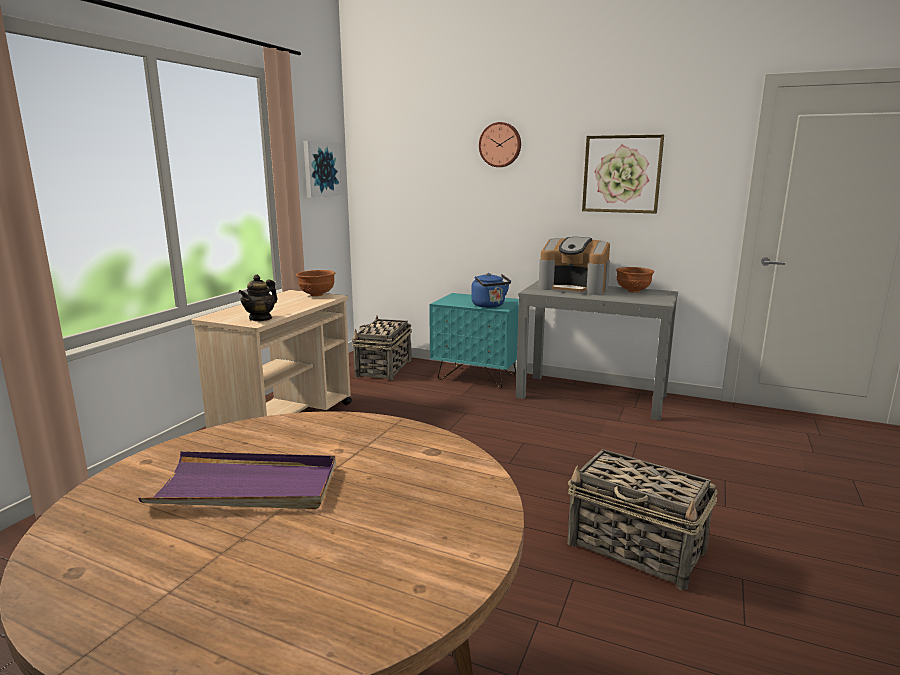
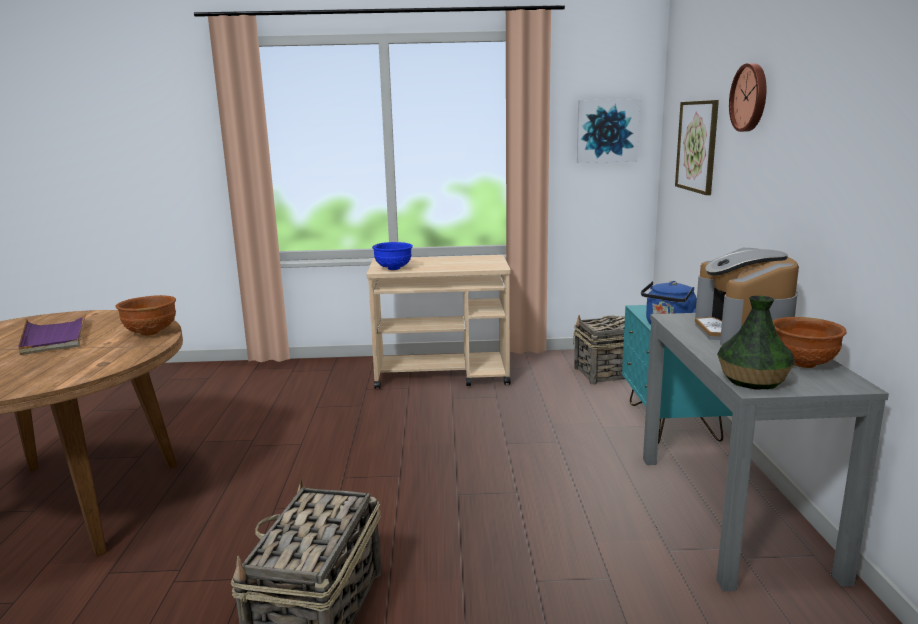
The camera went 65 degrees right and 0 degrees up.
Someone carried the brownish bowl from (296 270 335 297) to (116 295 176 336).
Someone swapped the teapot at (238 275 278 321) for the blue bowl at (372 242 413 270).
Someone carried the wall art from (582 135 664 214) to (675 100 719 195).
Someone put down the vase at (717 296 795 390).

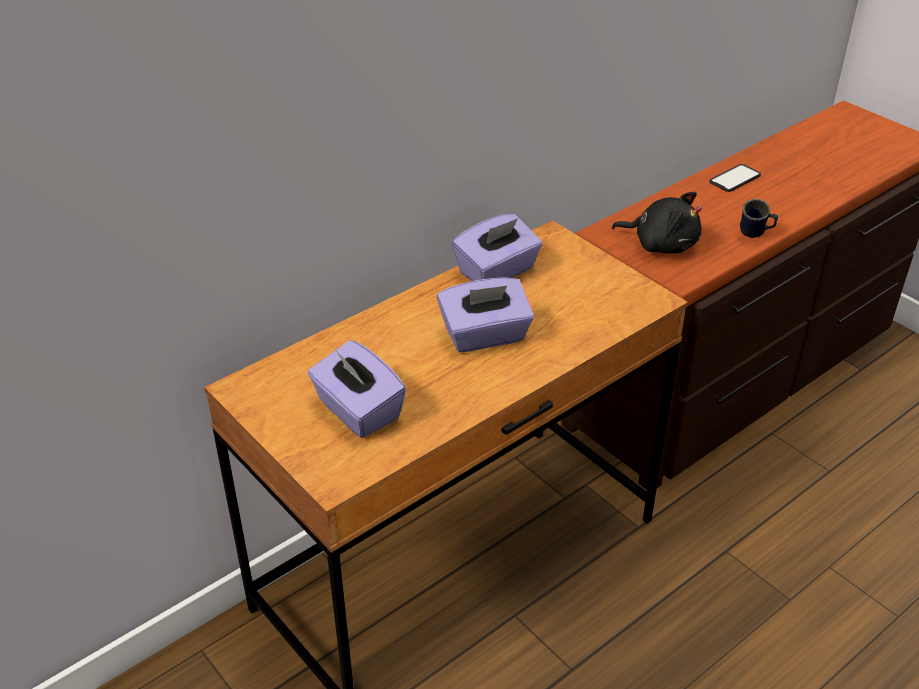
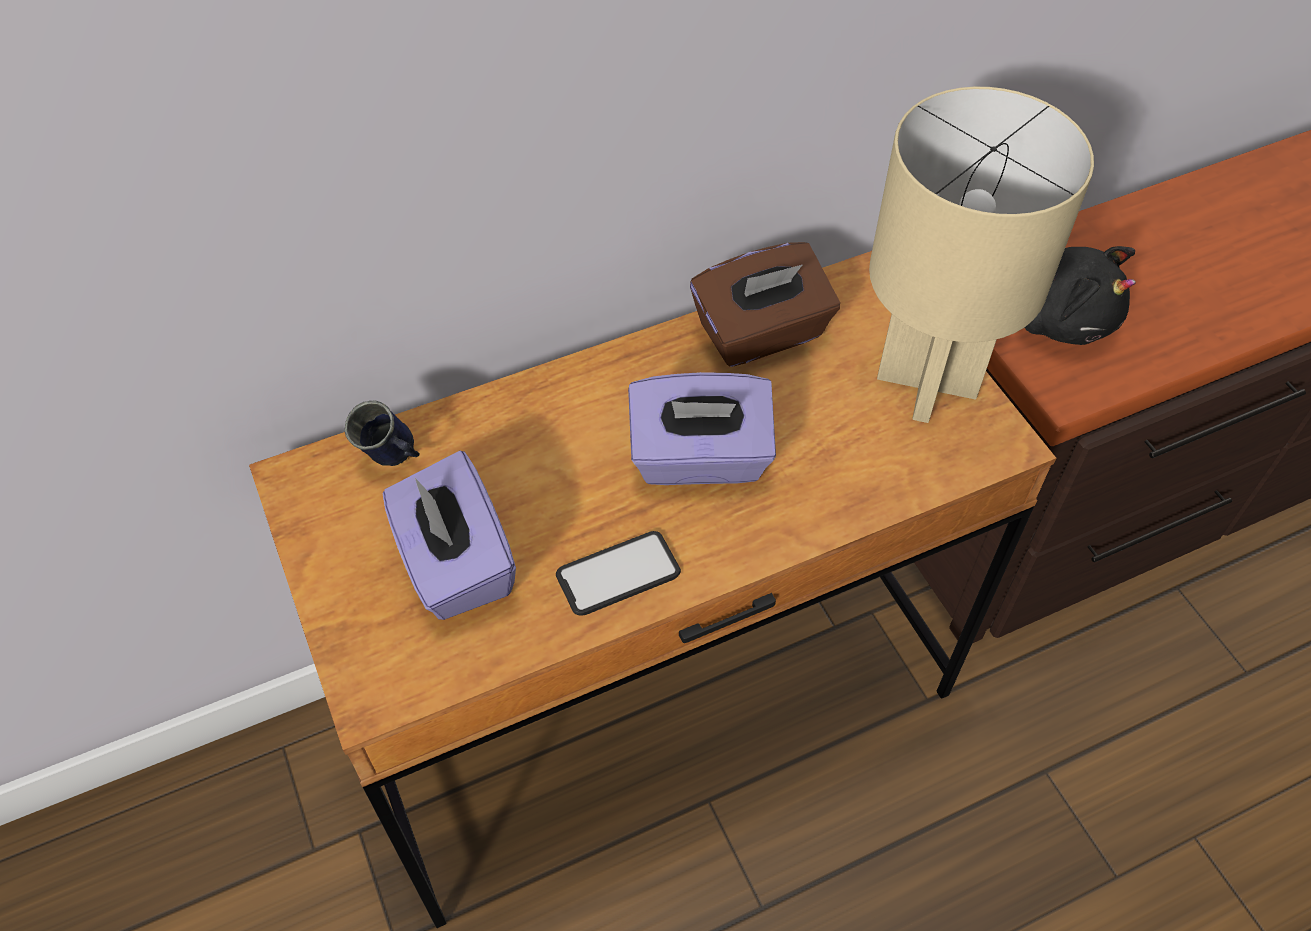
The camera went 15 degrees right and 15 degrees up.
Someone carried the blue tea mug from (740 199 778 238) to (344 401 420 466).
Someone carried the handset from (709 164 761 192) to (556 531 681 615).
Someone repainted the purplish box of tissues at (452 214 543 281), which became the brownish box of tissues at (690 242 840 367).
Someone put down the beige tabletop lamp at (869 87 1094 423).

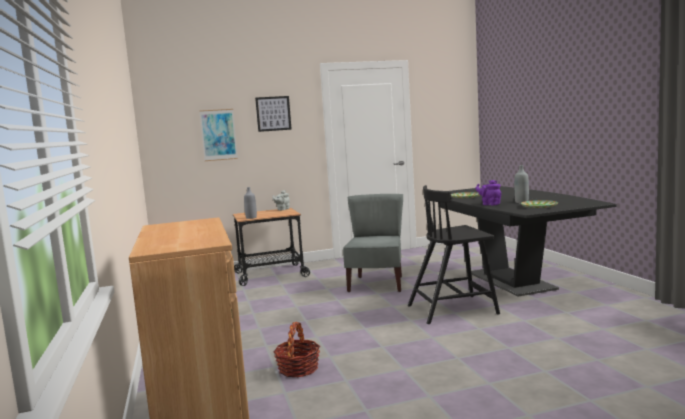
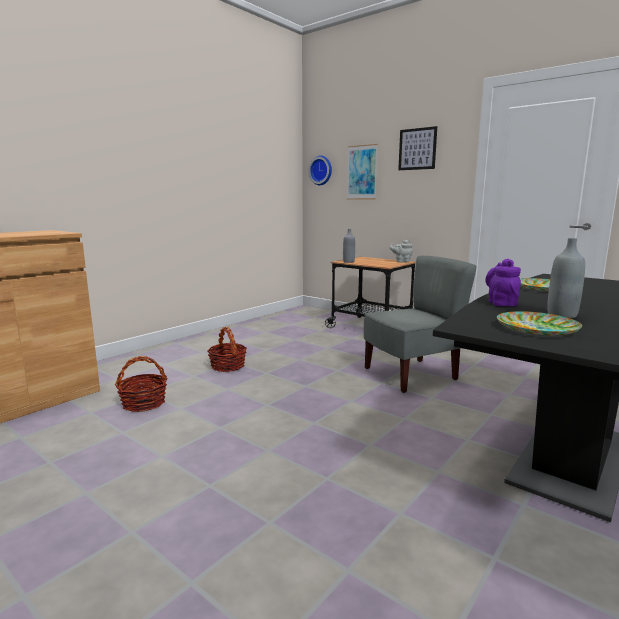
The camera went 55 degrees right and 5 degrees up.
Someone put down the household basket at (207 327 247 372).
Someone put up the hanging clock at (308 155 332 185).
Someone took away the black-coloured plain chair at (408 185 500 324).

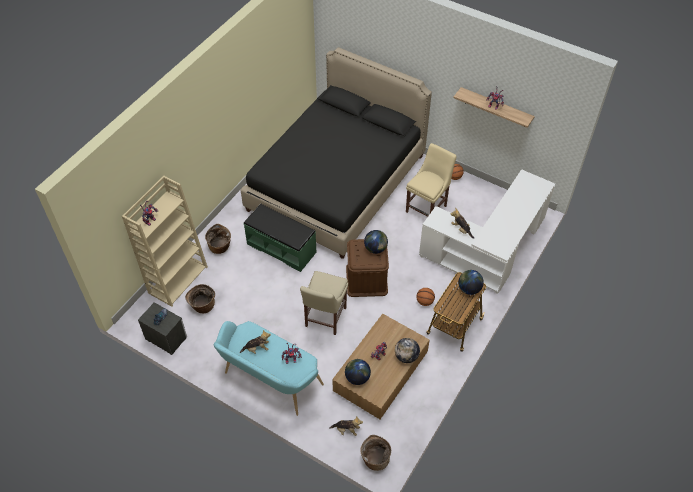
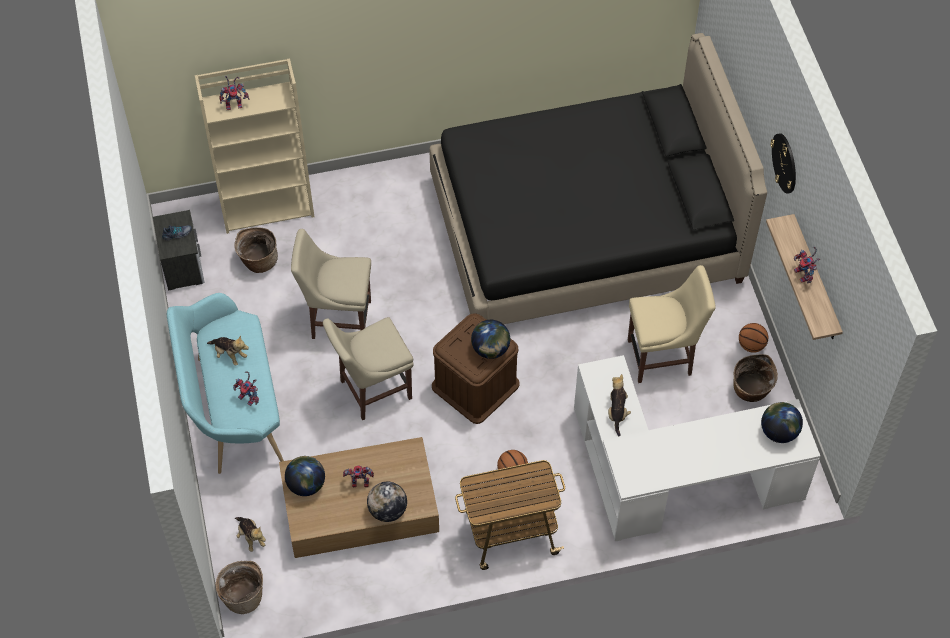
The camera went 45 degrees right and 5 degrees up.
Someone put down the beige plain chair at (291 229 371 339).
Someone carried the household basket from (205 224 231 254) to (733 354 778 402).
Someone carried the world globe from (458 270 484 295) to (761 402 803 443).
Someone put up the hanging clock at (770 133 796 194).
Someone took away the greenish long seat at (244 204 316 272).

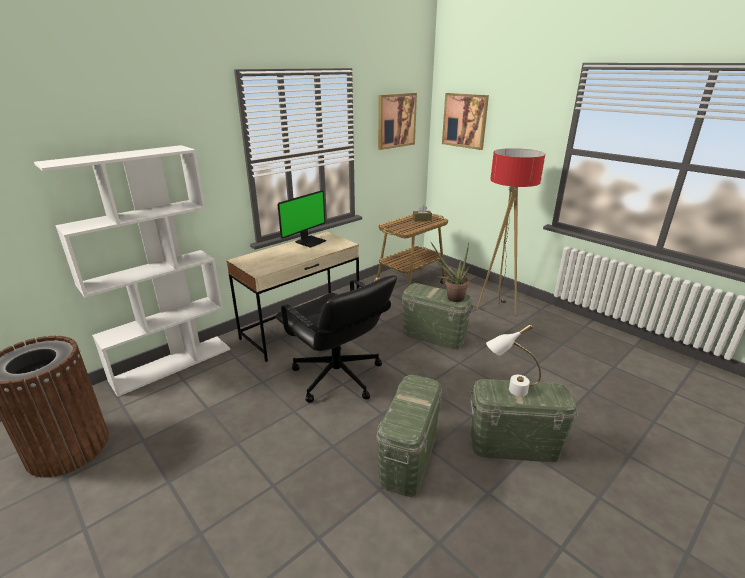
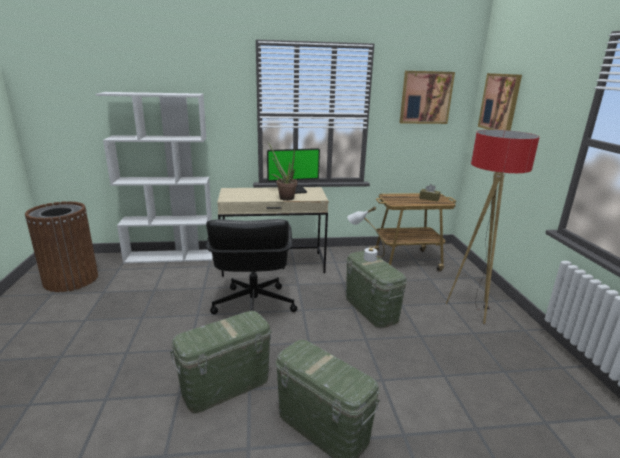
The camera went 35 degrees right and 5 degrees down.
Someone carried the potted plant from (431 242 470 302) to (268 142 297 201).
Someone carried the white tabletop lamp from (486 324 541 397) to (347 206 385 262).

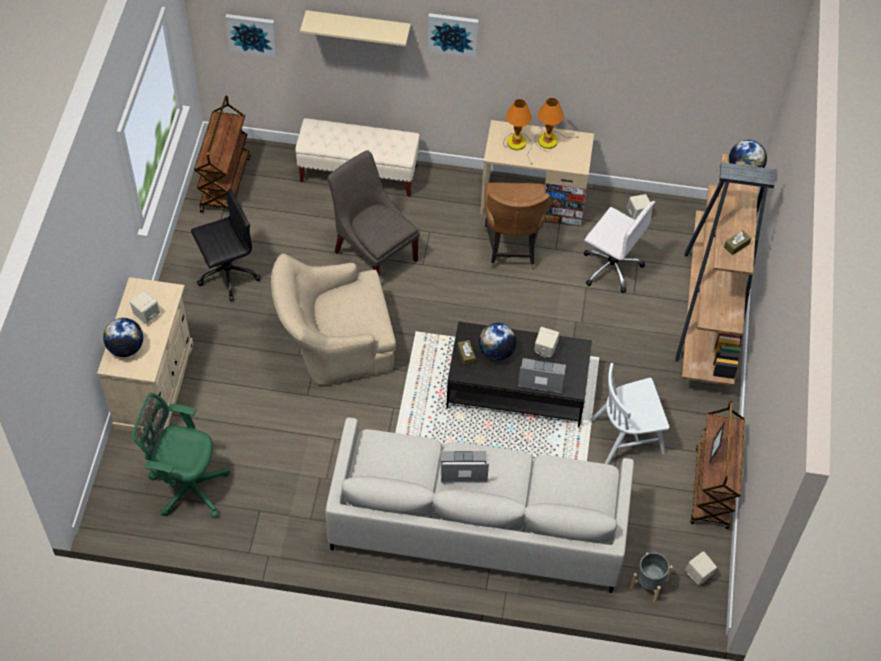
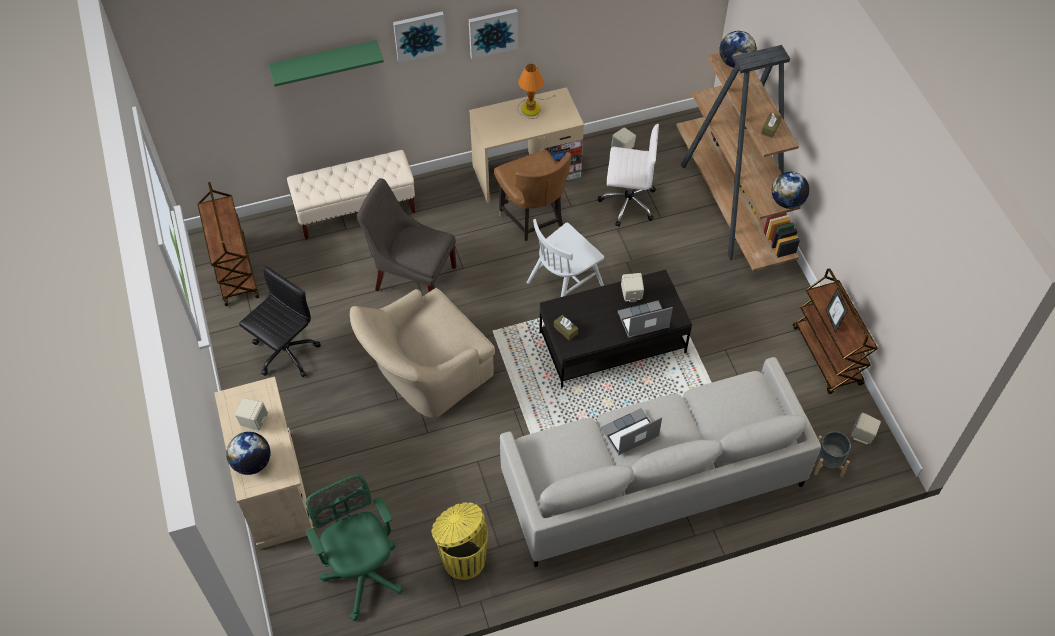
The camera went 25 degrees left and 0 degrees up.
Someone repainted the beige shelf at (300 10 411 46), which became the greenish shelf at (268 40 384 87).
Someone rotated the greenish office chair at (132 393 230 518) by 75 degrees clockwise.
Someone put down the yellowish rubbish bin at (432 502 488 580).
Someone carried the wall art from (226 14 277 58) to (469 9 518 59).
Someone carried the white plain chair from (590 363 669 464) to (527 219 604 297).
Someone carried the world globe from (479 323 517 360) to (772 172 809 209).
Someone took away the tabletop lamp at (503 99 533 165).

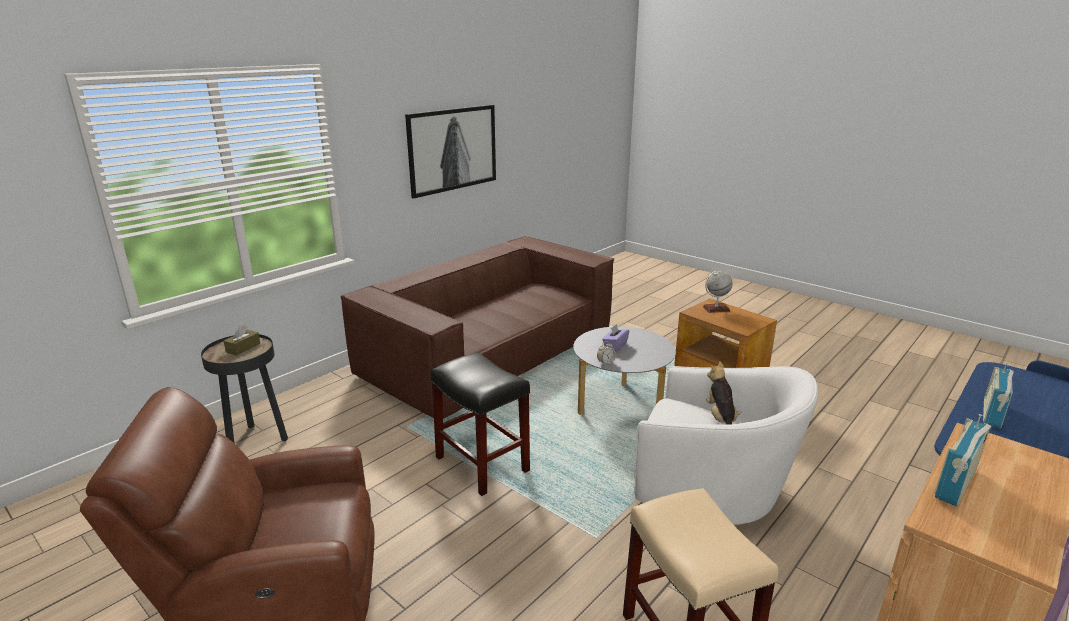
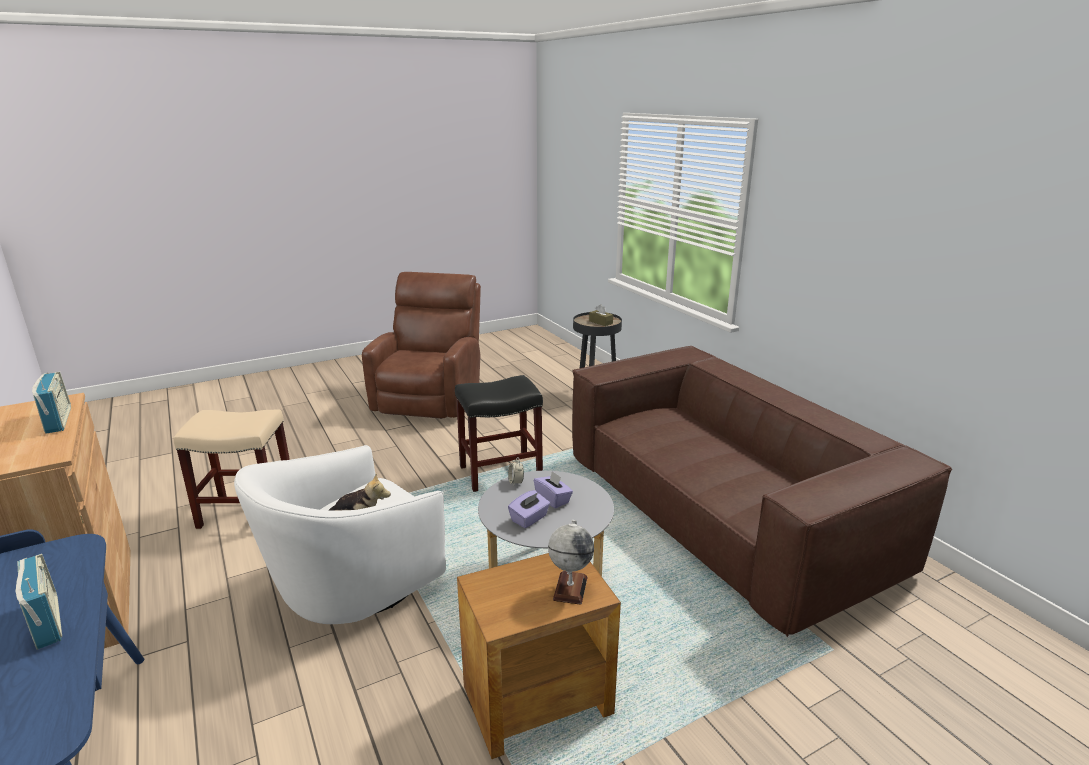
The camera went 110 degrees right and 0 degrees up.
Someone put down the purplish box of tissues at (508 490 550 528).
Someone took away the wall art at (405 105 496 199).

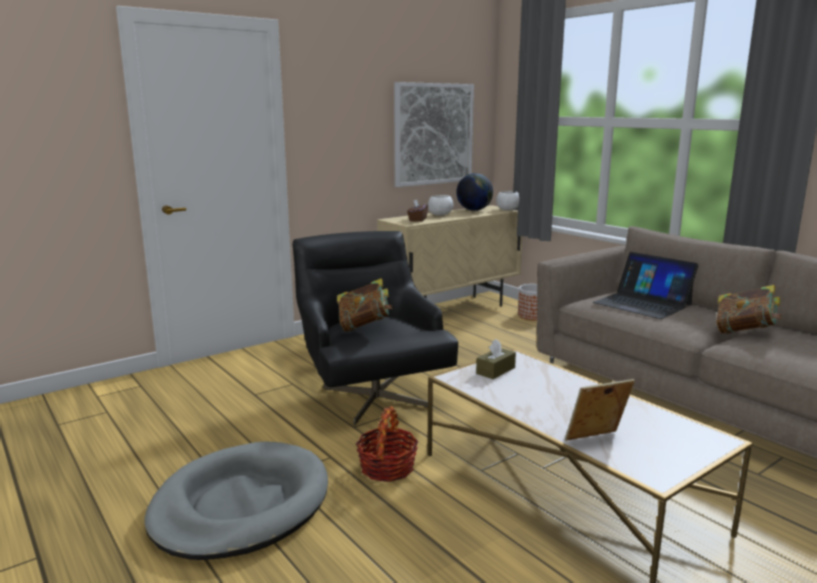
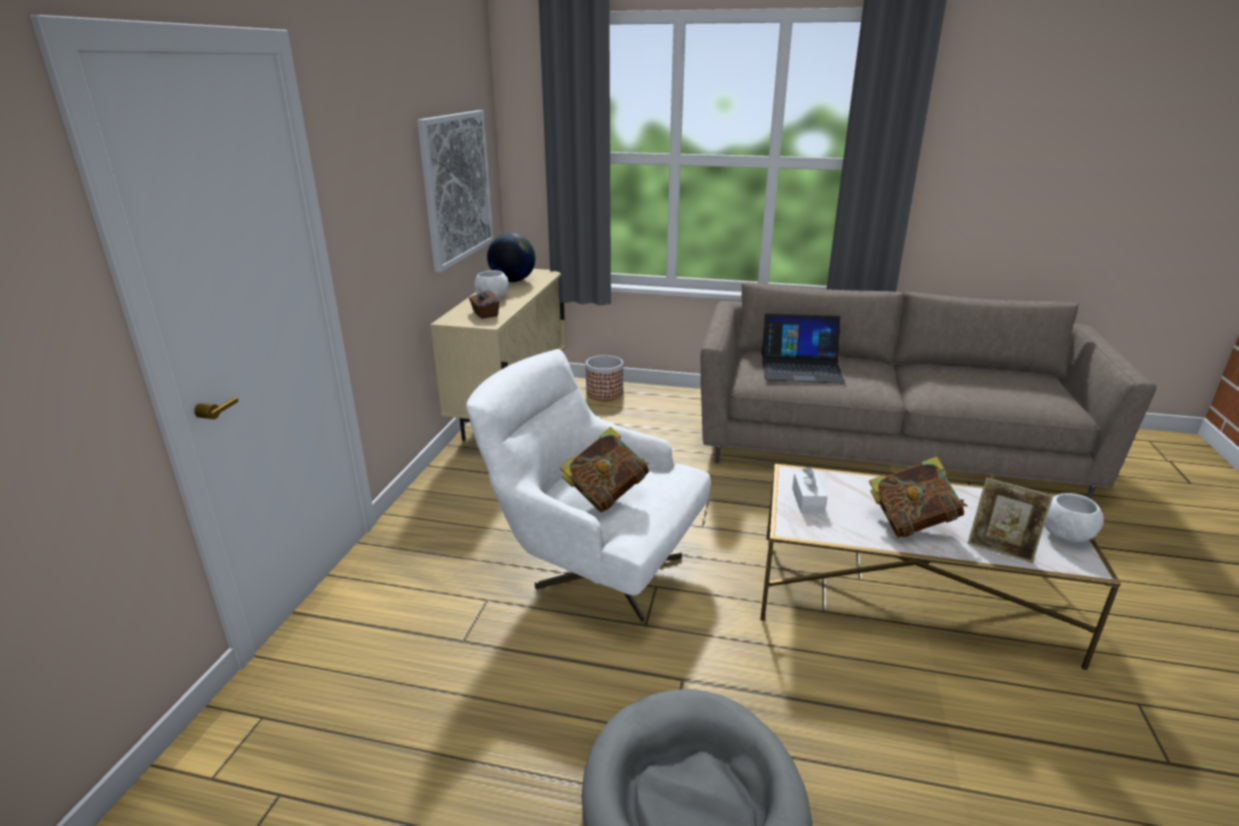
The camera went 40 degrees left and 10 degrees up.
Someone repainted the black-coloured easy chair at (292 231 458 425), which became the white easy chair at (466 349 711 622).
Someone repainted the brownish box of tissues at (476 339 516 379), which became the white box of tissues at (792 467 828 513).
Someone carried the book from (716 285 782 334) to (869 457 968 538).
Someone rotated the standing frame at (565 379 635 441) by 90 degrees counterclockwise.
Someone carried the white bowl from (496 191 519 211) to (1044 493 1104 543).
Someone took away the household basket at (356 406 419 482).

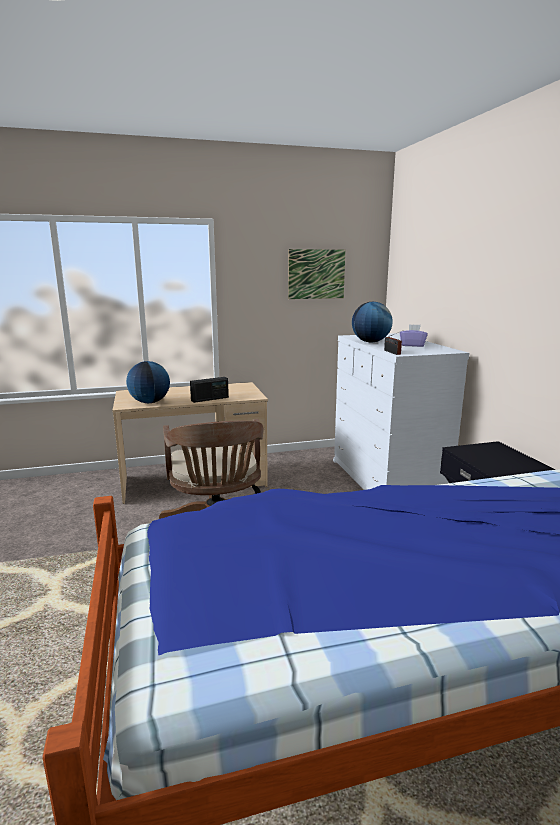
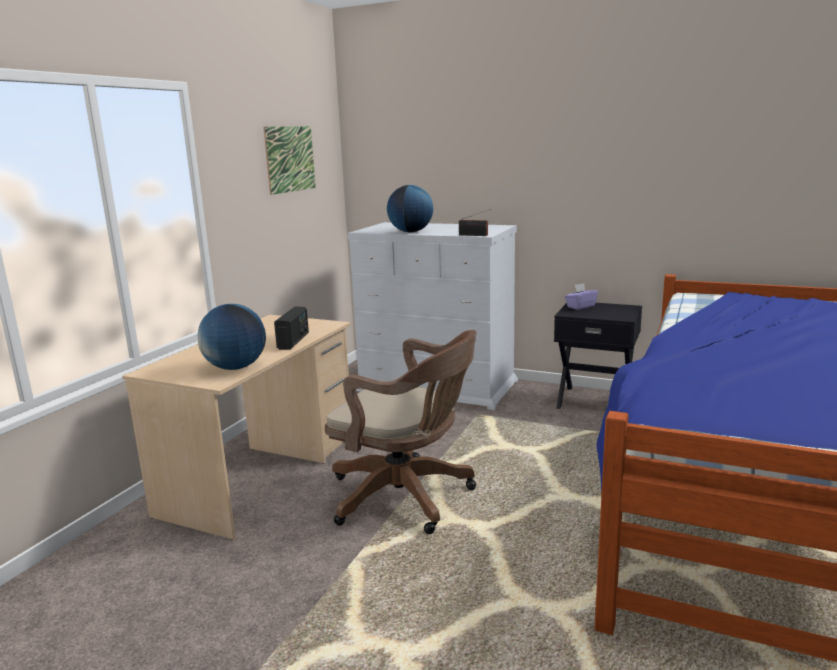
The camera went 50 degrees left and 0 degrees up.
Someone carried the purplish box of tissues from (400 324 428 347) to (565 283 598 310).

